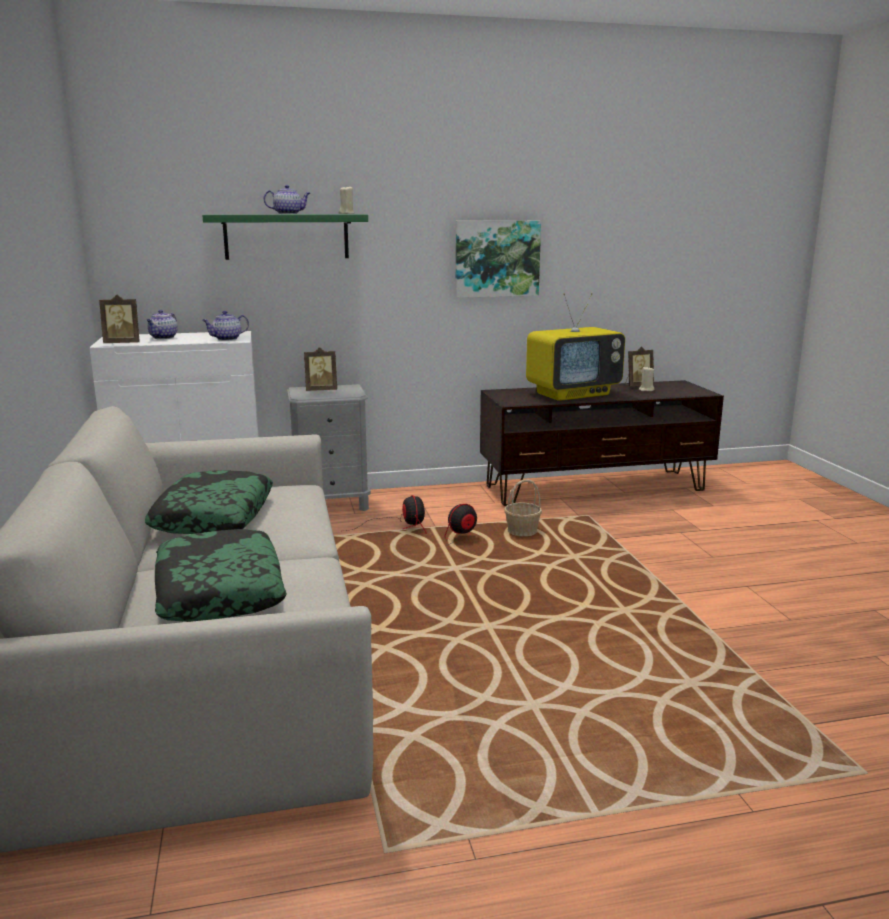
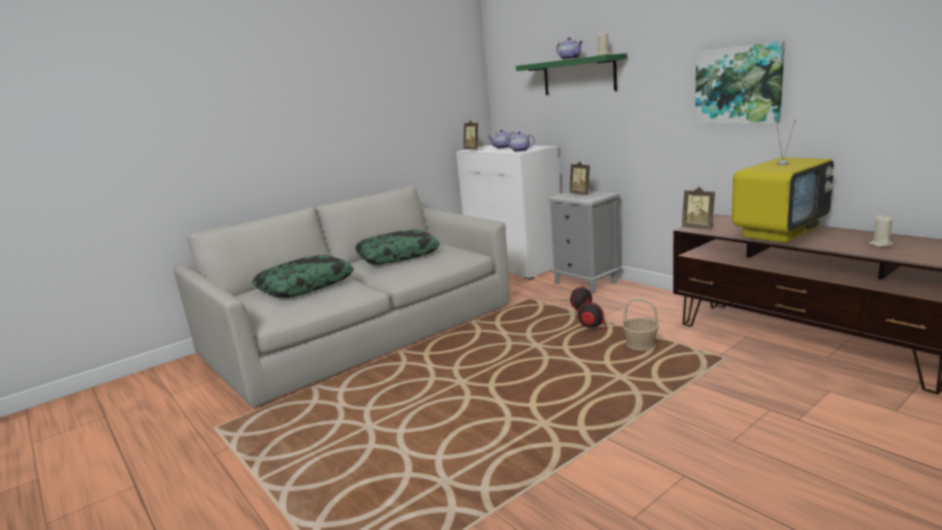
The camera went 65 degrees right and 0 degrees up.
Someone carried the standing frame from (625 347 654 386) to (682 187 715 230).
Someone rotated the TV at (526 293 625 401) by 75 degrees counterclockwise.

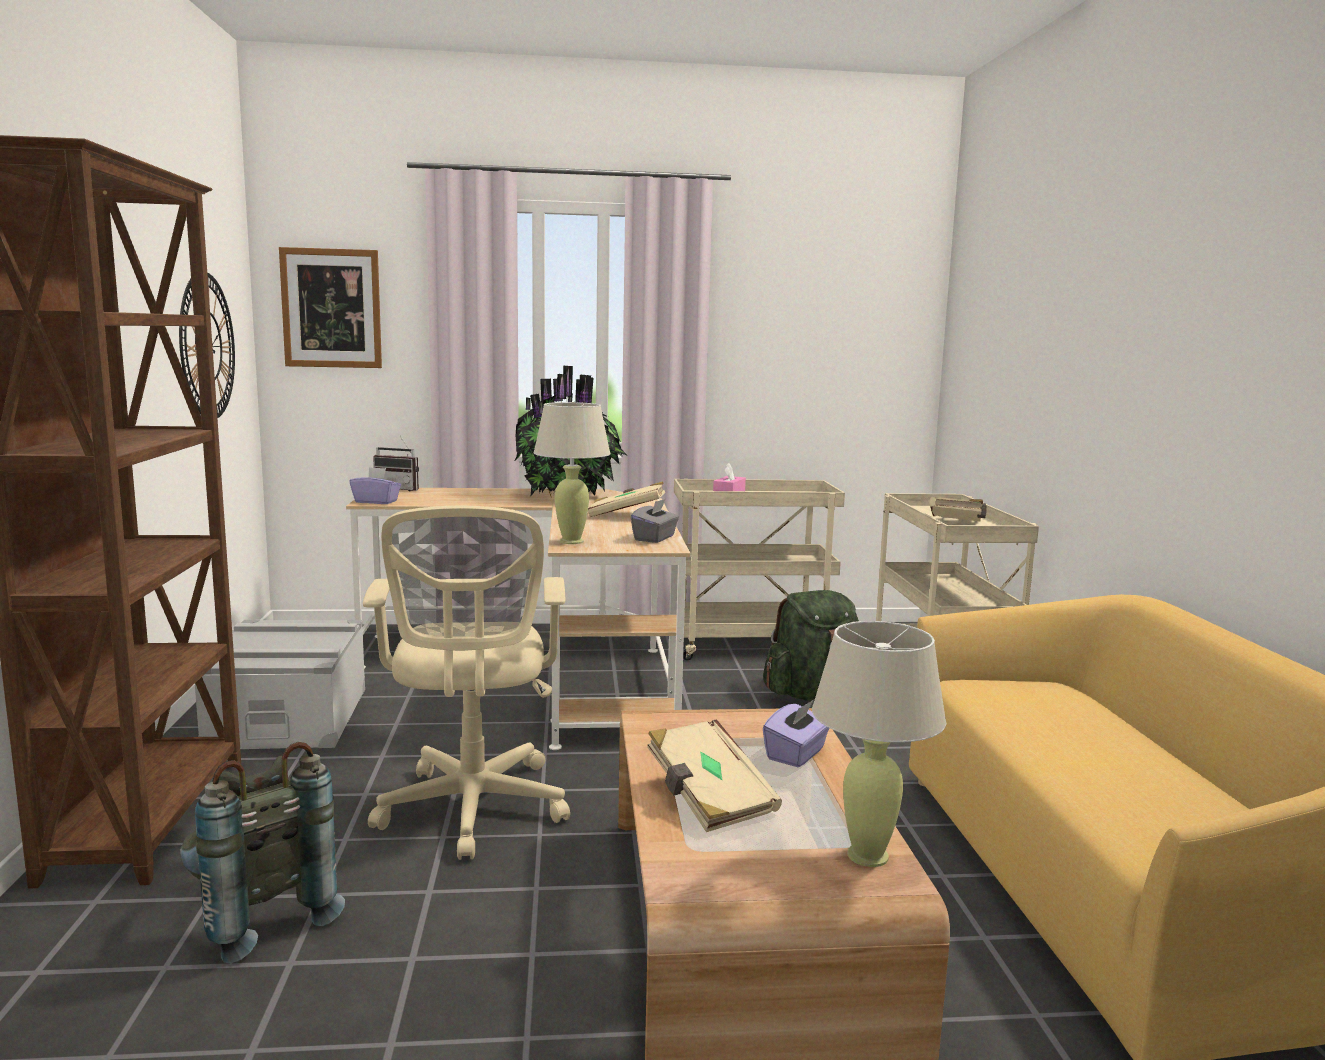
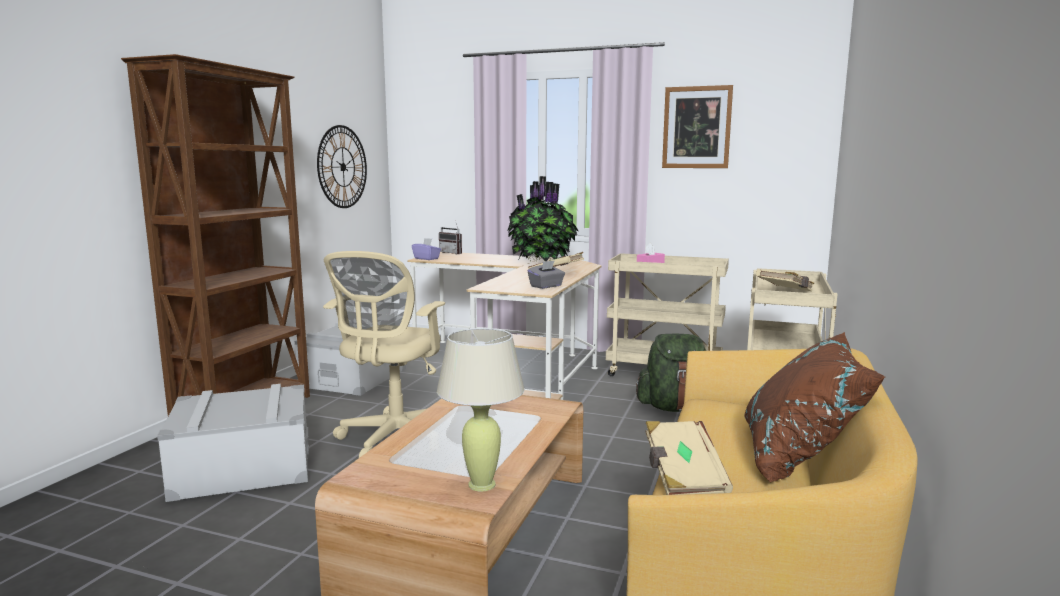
The camera went 25 degrees right and 0 degrees up.
Someone swapped the gray knapsack at (180 742 345 963) for the gray storage box at (157 384 309 502).
Someone carried the beige book from (647 719 782 832) to (645 421 733 495).
Someone carried the wall art from (279 247 382 368) to (662 85 733 168).
Someone put down the brownish pillow at (744 332 885 482).
Someone took away the beige tabletop lamp at (533 402 611 544).
Someone took away the purplish box of tissues at (763 700 829 767).

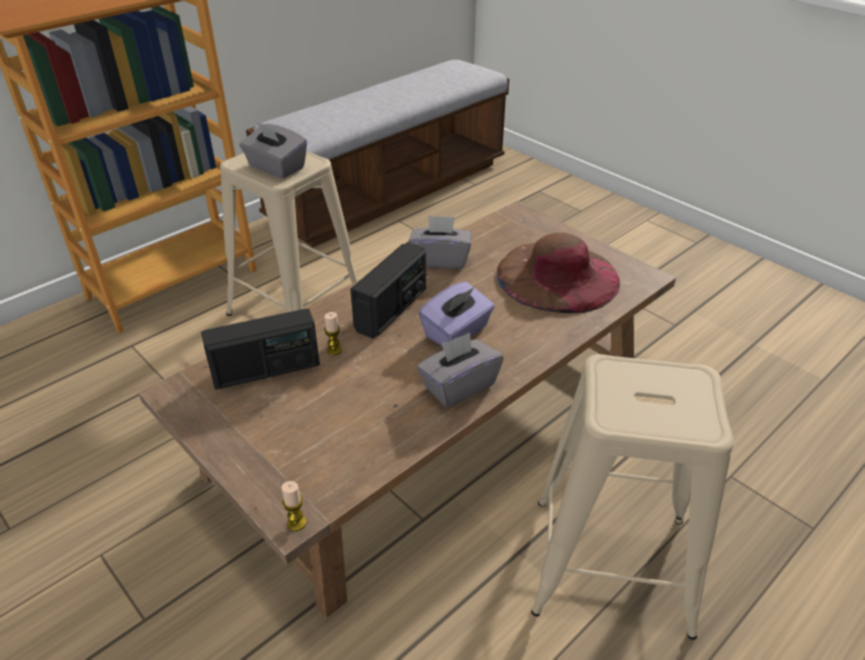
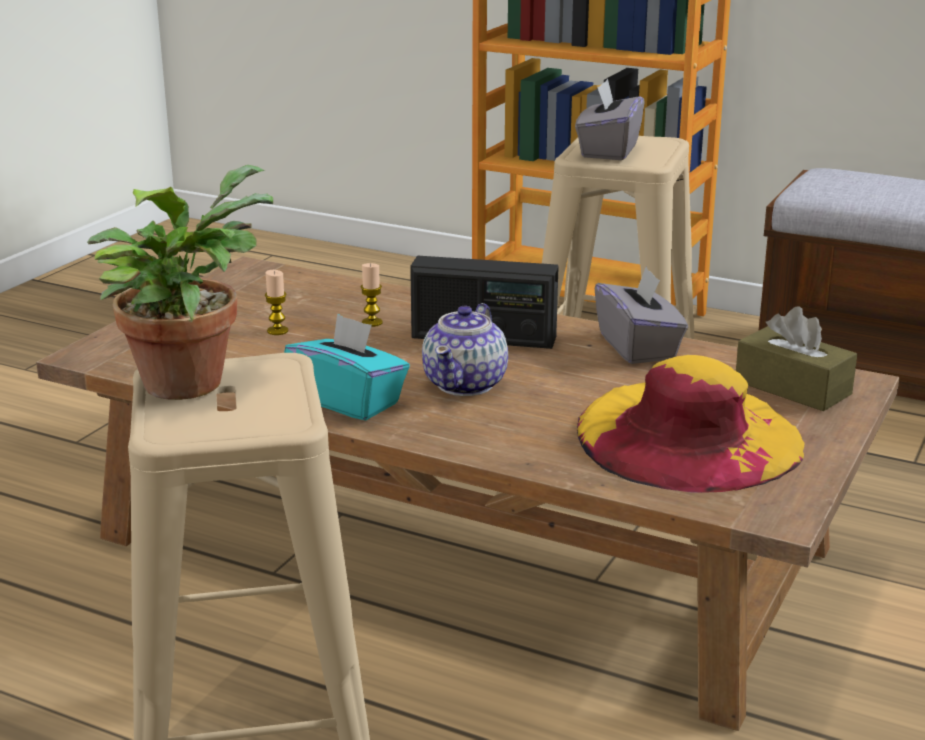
The camera went 70 degrees right and 15 degrees down.
Someone put down the potted plant at (87 165 273 400).
Someone carried the candle from (281 481 306 531) to (265 270 288 335).
Someone repainted the gray box of tissues at (417 332 503 407), which became the blue-green box of tissues at (284 314 410 421).
Someone swapped the purplish box of tissues at (419 281 495 346) for the teapot at (422 303 508 396).
Someone repainted the brownish wearable hat at (497 233 620 313), which became the yellowish wearable hat at (577 355 805 493).
Someone put down the brownish box of tissues at (736 307 857 411).
Someone took away the radio at (201 309 320 390).

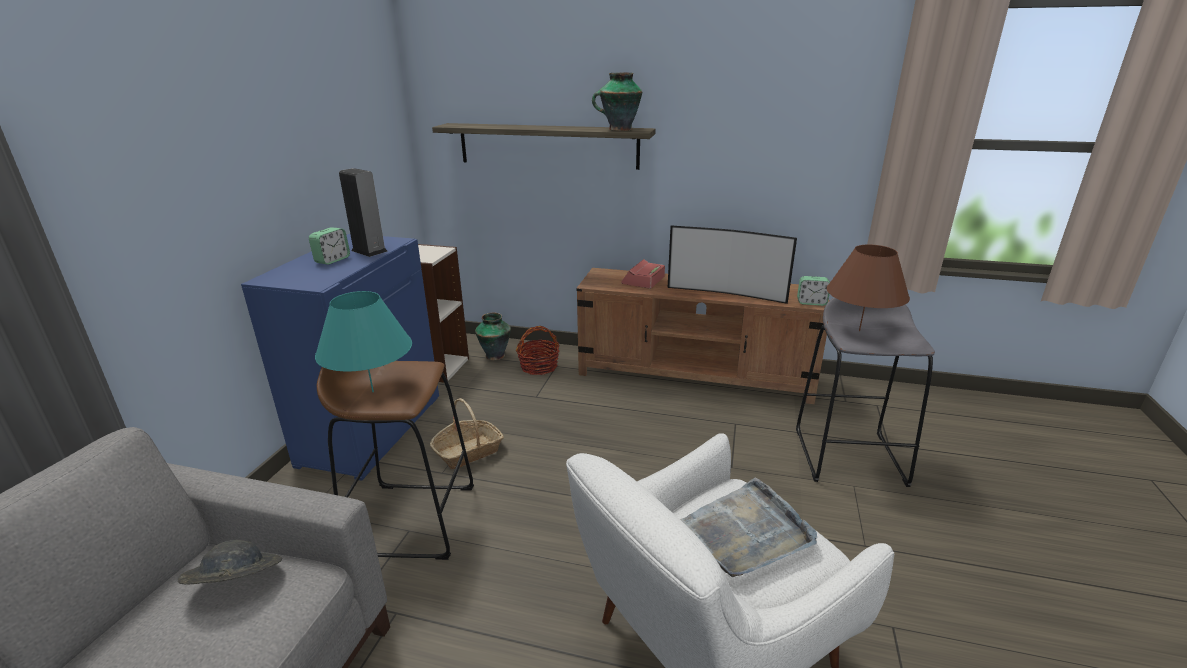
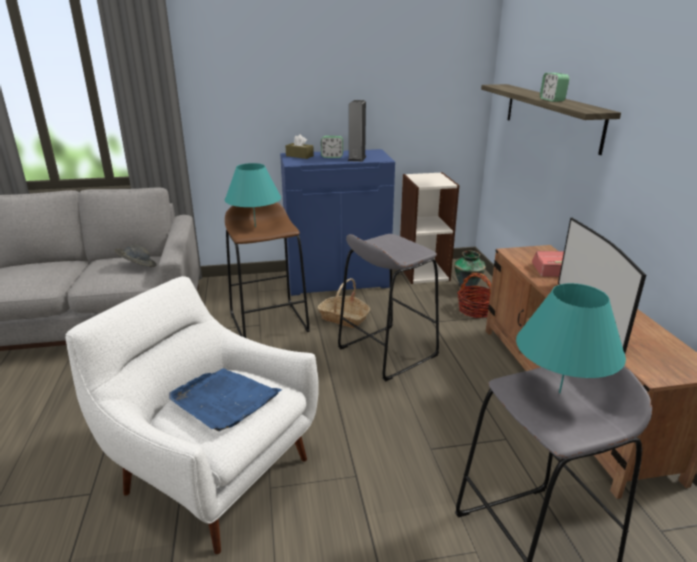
The camera went 65 degrees right and 0 degrees up.
Someone repainted the gray carrying tray at (680 478 817 578), which became the blue carrying tray at (169 368 282 431).
Someone put down the brownish box of tissues at (285 134 314 159).
Someone put down the gray stool seat at (338 234 439 381).
Someone repainted the brownish tabletop lamp at (826 244 910 331), which became the blue-green tabletop lamp at (516 283 626 393).
Someone carried the table clock from (797 276 830 306) to (540 73 570 102).
Someone took away the vase at (592 73 642 131).

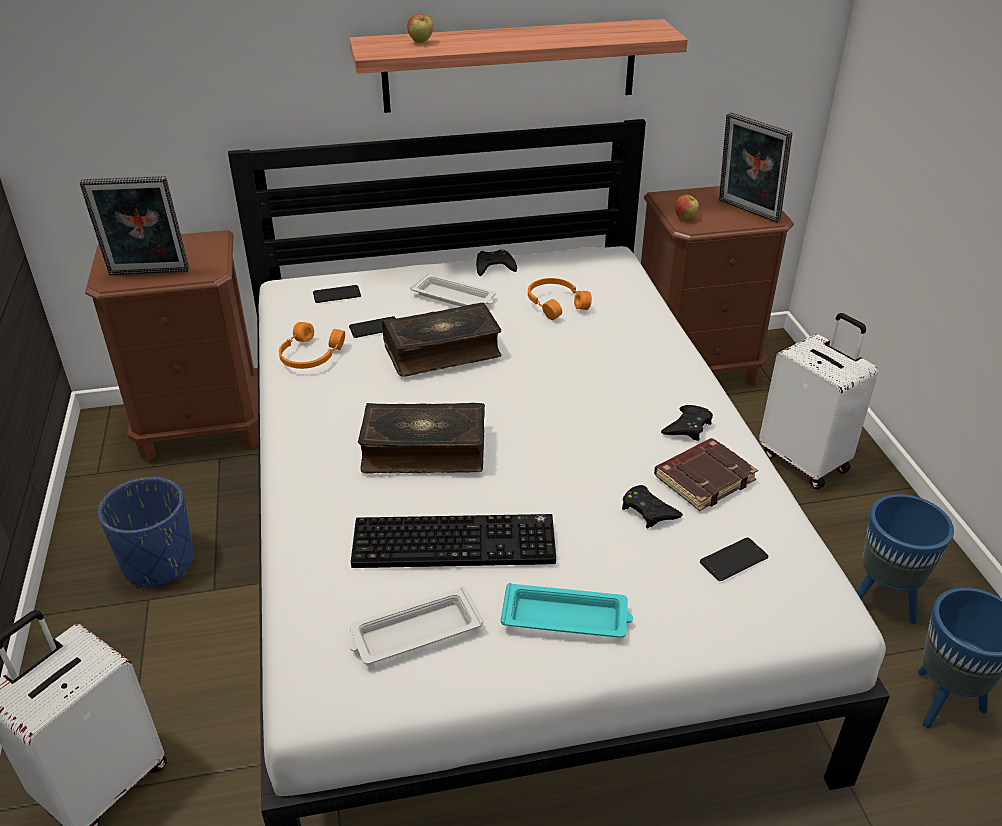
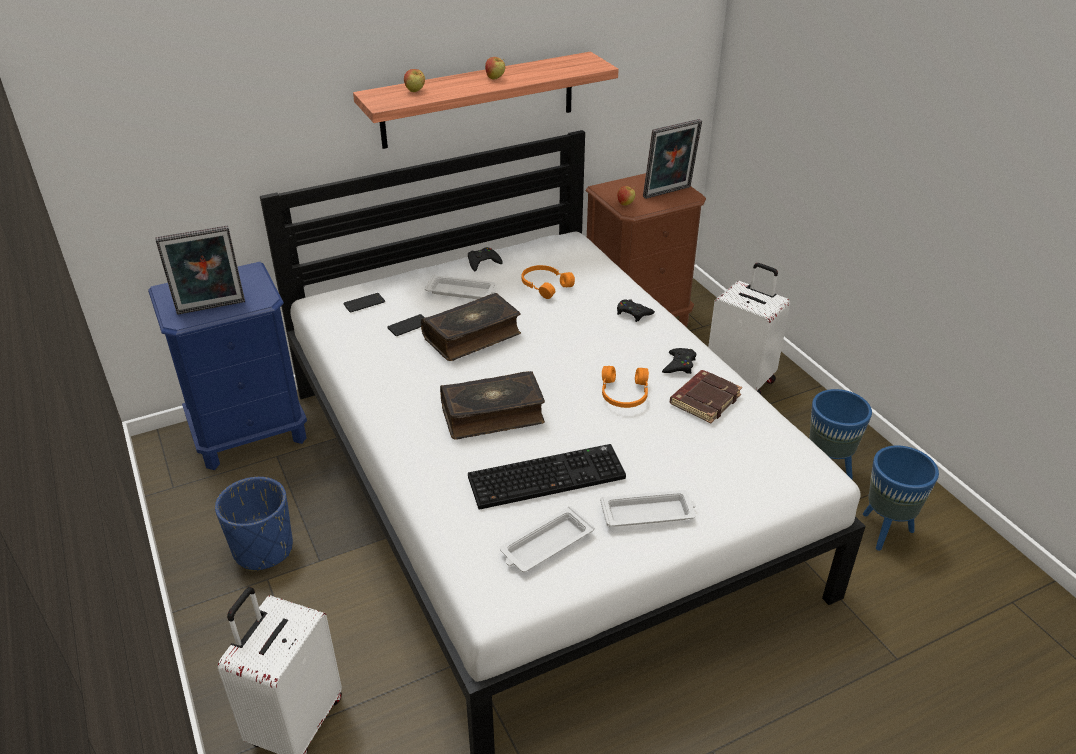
The camera went 15 degrees left and 0 degrees up.
Someone repainted the brownish nightstand at (85 230 258 462), which became the blue nightstand at (148 262 307 470).
Someone put down the whole apple at (485 57 505 80).
Someone repainted the blue-green carrying tray at (501 583 633 638), which became the white carrying tray at (600 490 696 526).
Someone carried the orange headset from (279 322 345 369) to (602 366 649 408).
Someone carried the black-coloured joypad from (622 485 683 528) to (617 299 655 322).
Someone rotated the standing frame at (719 112 792 223) by 60 degrees counterclockwise.
Someone took away the handset at (700 538 769 581).

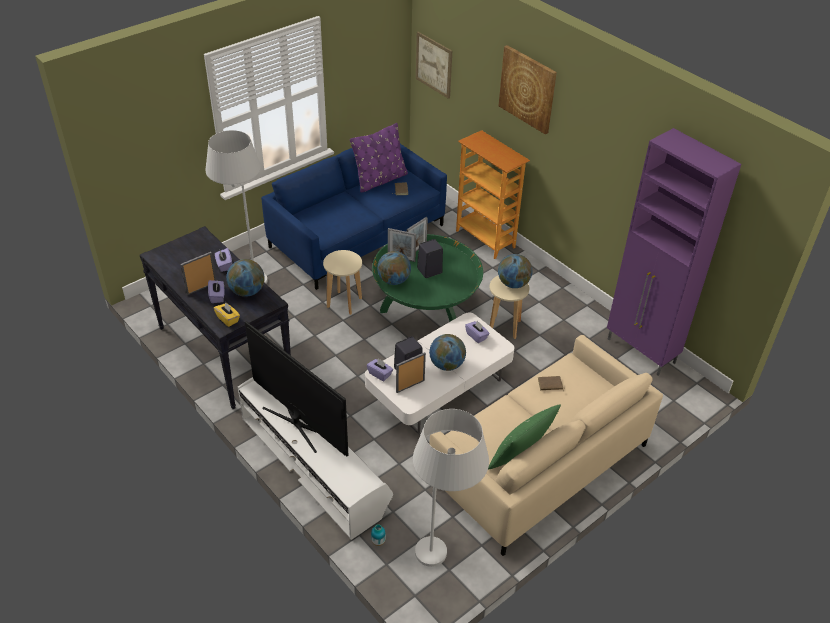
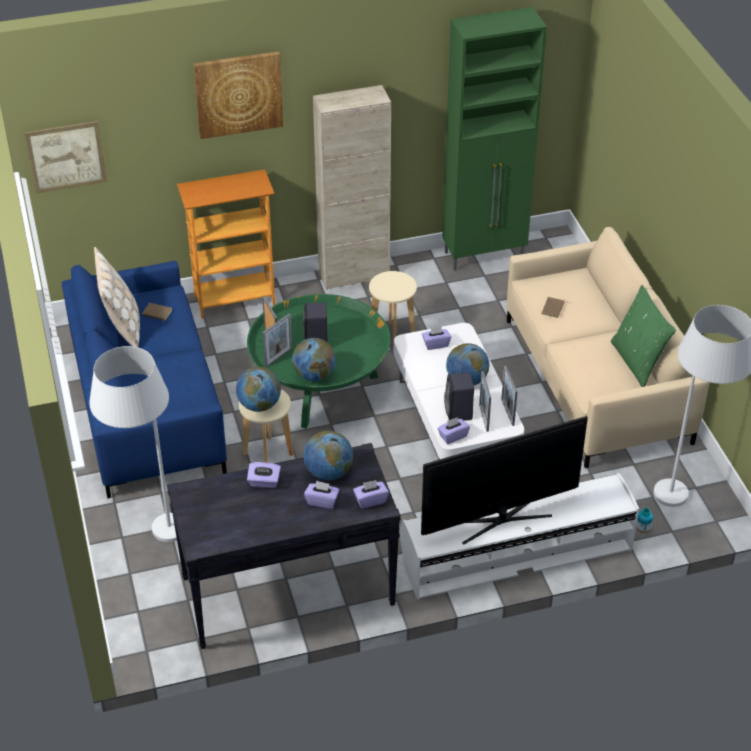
The camera went 65 degrees left and 0 degrees up.
Someone repainted the purplish pillow at (350 123 408 193), which became the beige pillow at (94 247 140 347).
Someone carried the world globe from (498 254 532 288) to (236 367 281 412).
Someone put down the beige storage cabinet at (313 85 391 290).
Someone repainted the yellowish box of tissues at (214 302 240 327), which became the purplish box of tissues at (353 480 389 509).
Someone repainted the purplish storage cabinet at (607 128 741 376), which became the greenish storage cabinet at (442 7 547 271).
Someone carried the standing frame from (181 252 216 295) to (501 366 517 426).

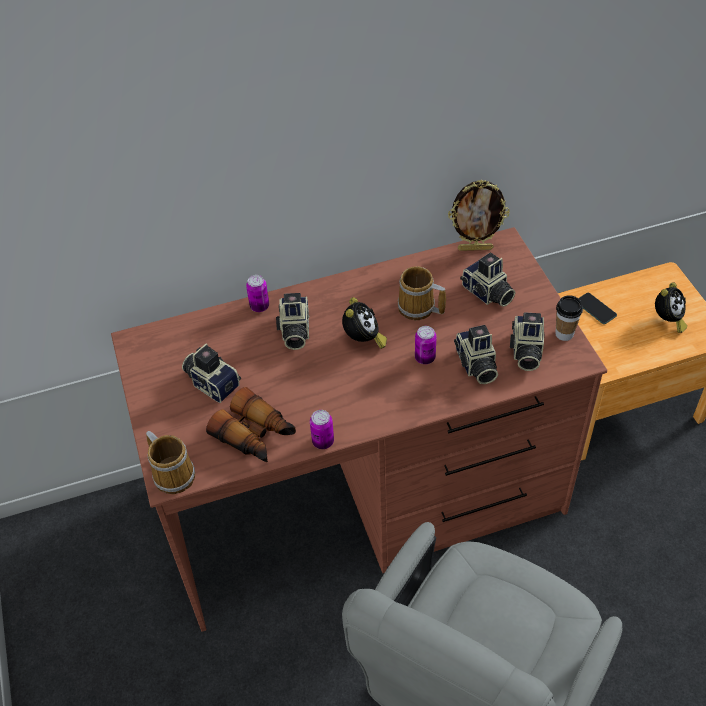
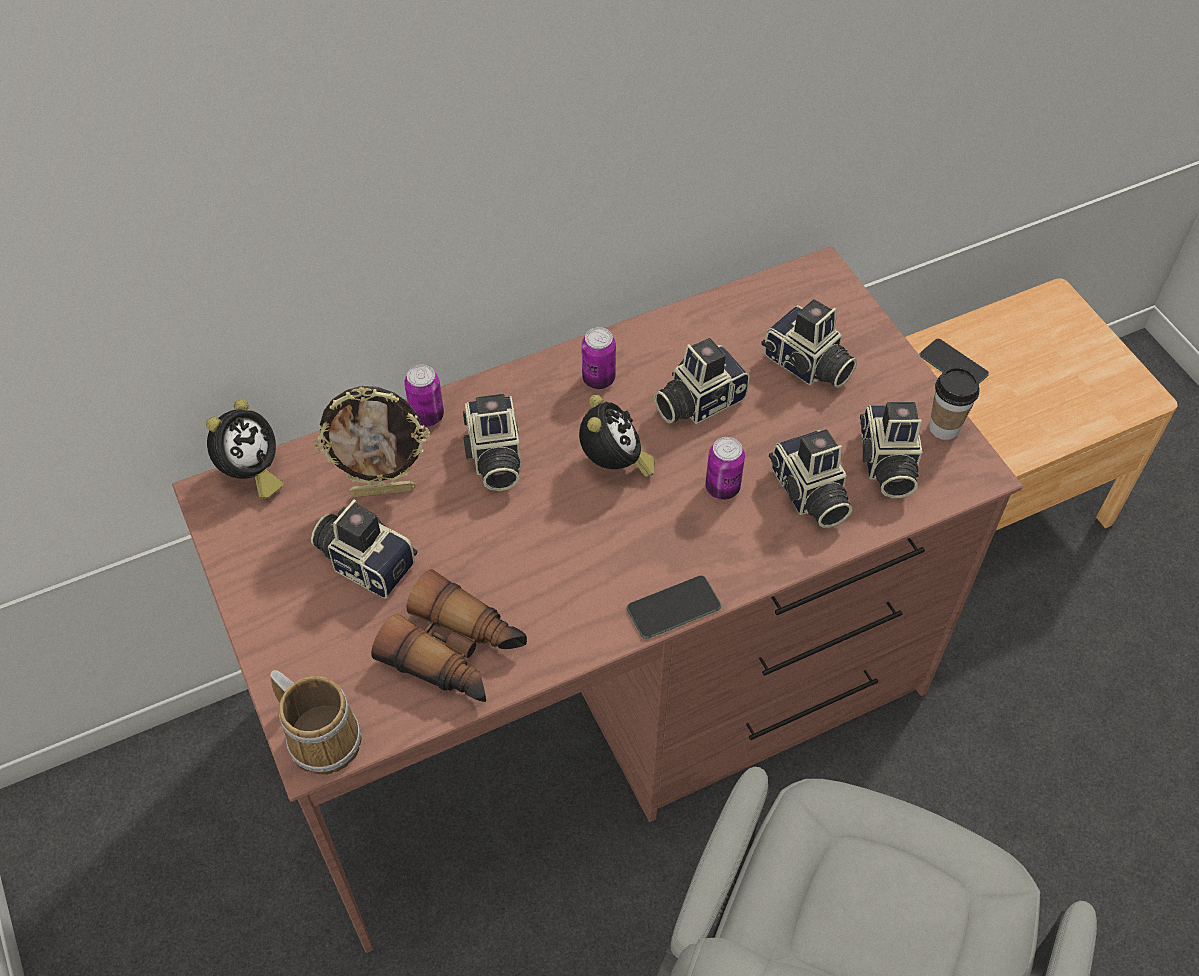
The camera went 10 degrees left and 5 degrees up.
Someone carried the table clock from (655 282 687 333) to (206 399 283 499).
Someone carried the standing frame from (448 180 510 251) to (313 386 430 497).
Someone carried the sealed can from (310 410 334 449) to (582 327 616 389).
Someone put down the handset at (627 575 721 639).
Someone swapped the tea mug at (398 266 446 320) for the photo camera at (654 338 750 424).

